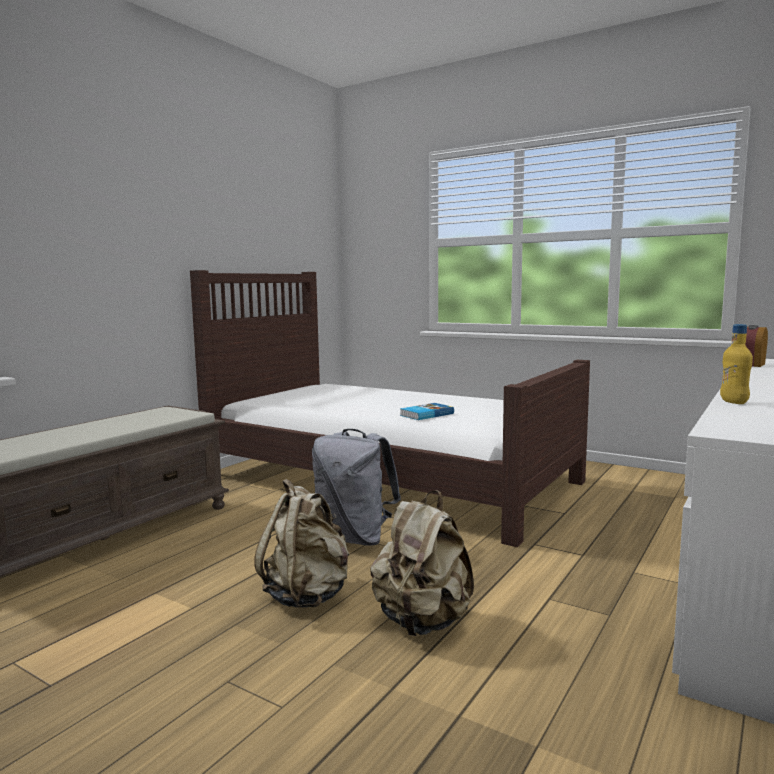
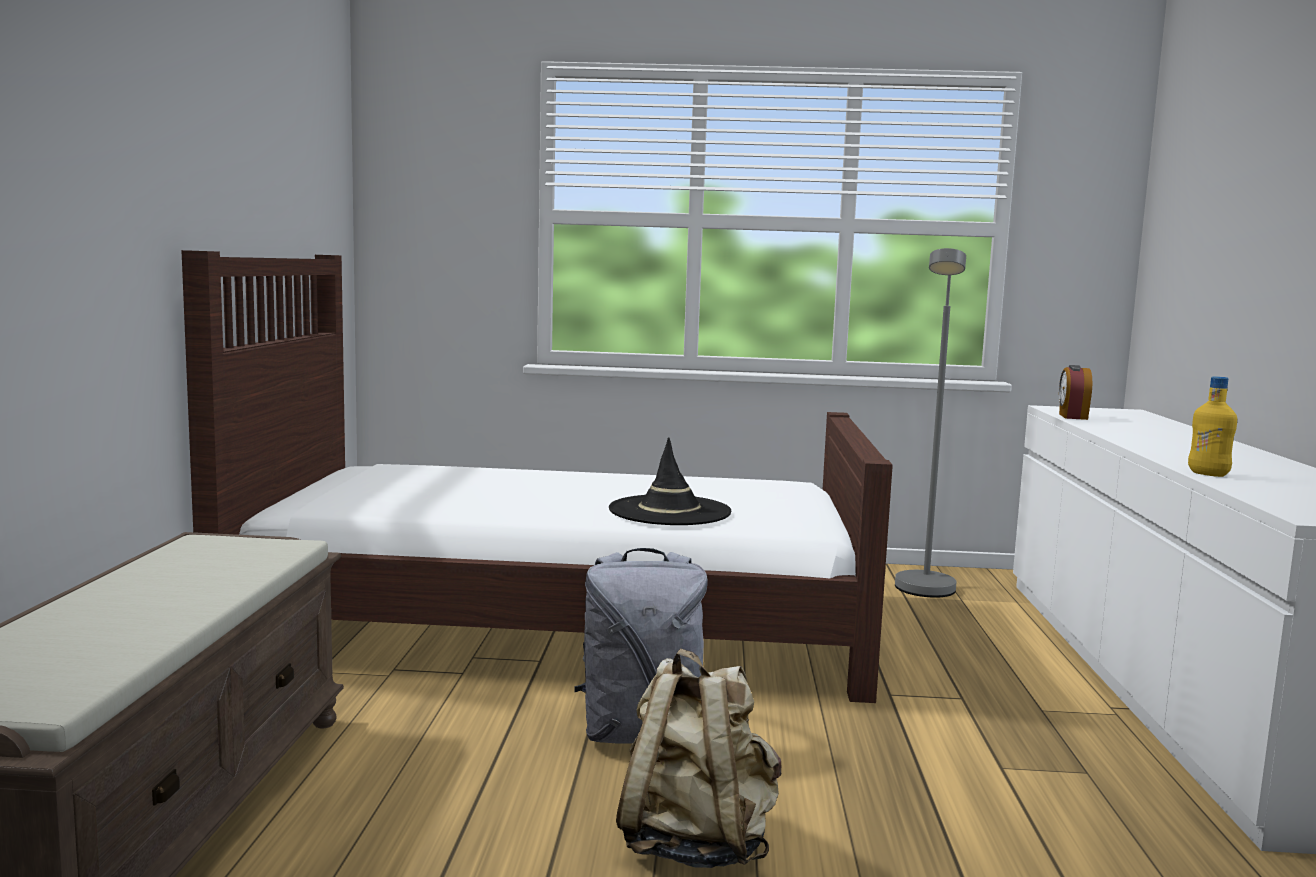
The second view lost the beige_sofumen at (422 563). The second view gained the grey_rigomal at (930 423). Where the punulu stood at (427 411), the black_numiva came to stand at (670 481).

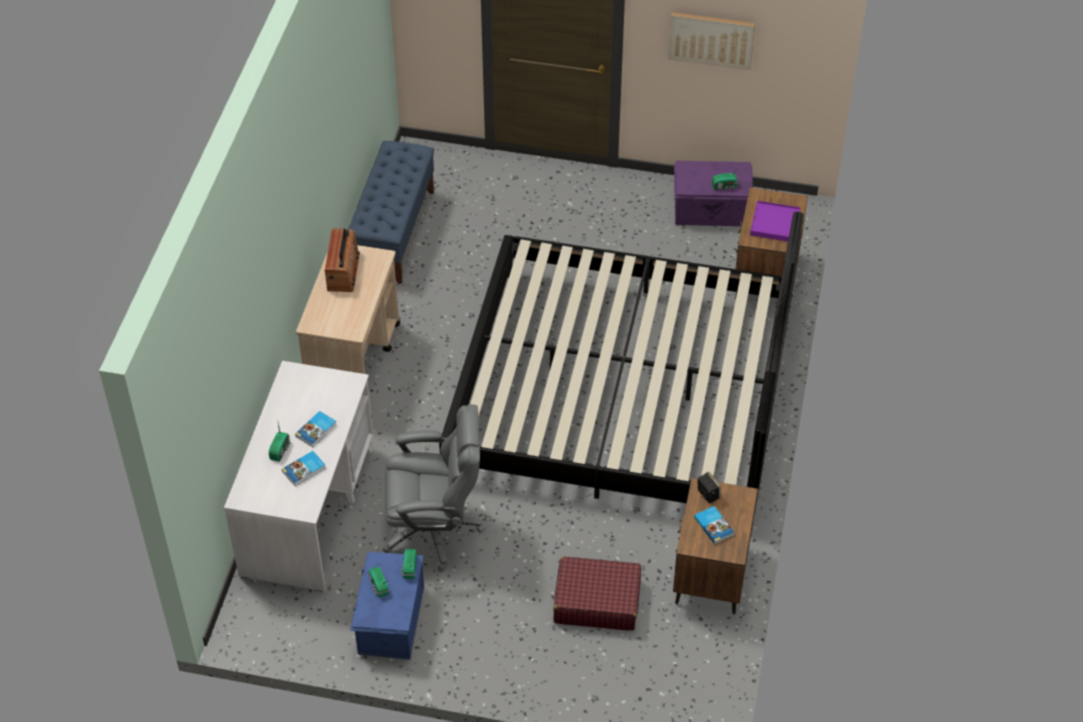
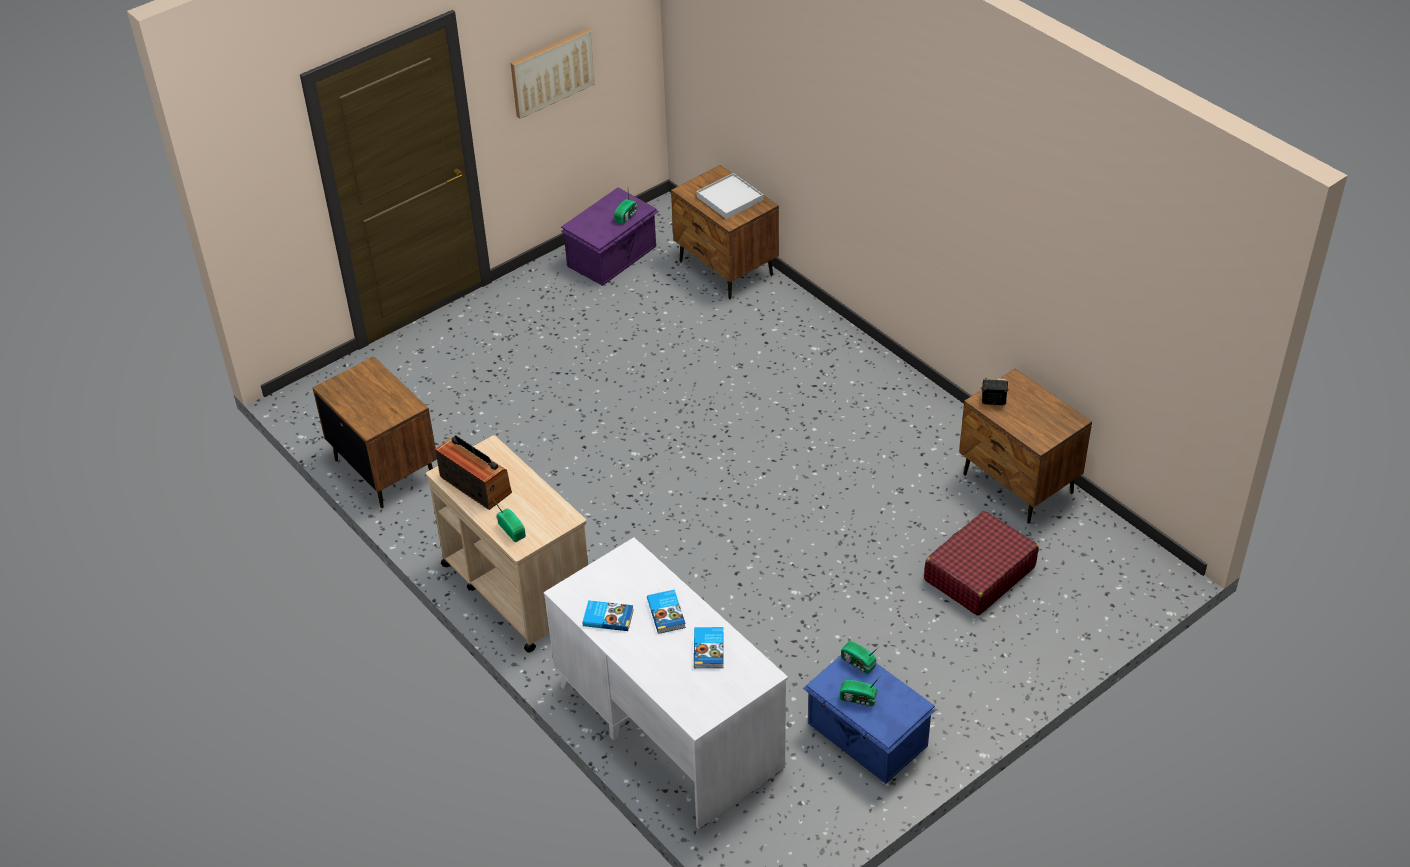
The second view lost the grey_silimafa at (434 487). The second view lost the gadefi at (621 363). The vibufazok ended up elsewhere, having gone from (279 440) to (509 520). The punulu ended up elsewhere, having gone from (714 525) to (608 615). Where the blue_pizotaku stood at (391 212), the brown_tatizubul came to stand at (375 432). What was the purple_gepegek at (775 221) turned into the white_gepegek at (729 196).

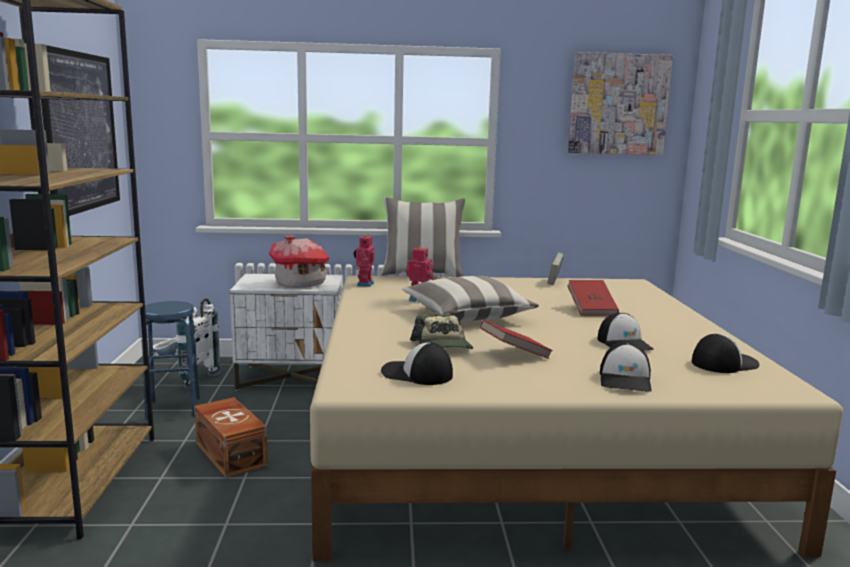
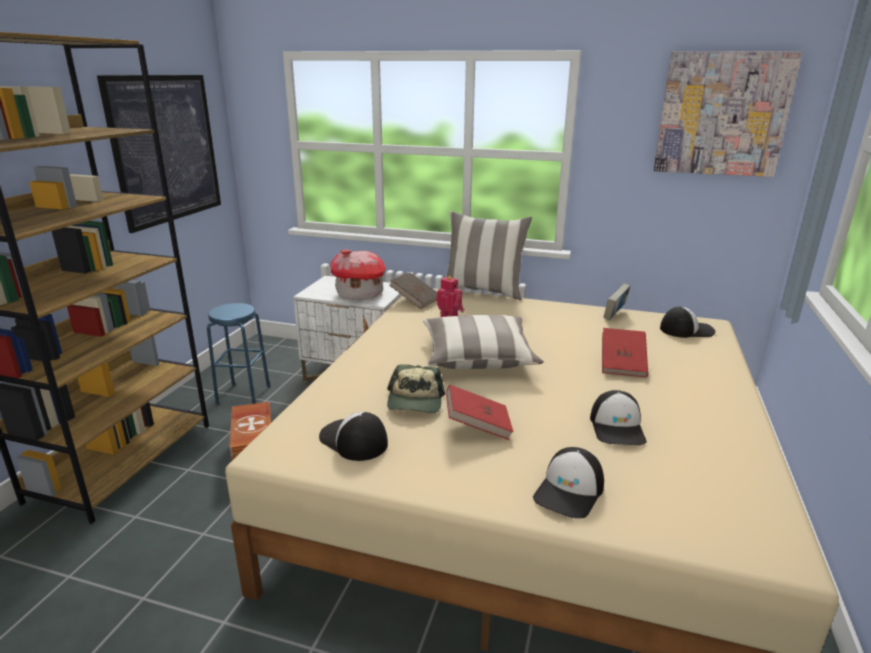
The second view lost the white_sofumen at (187 343). The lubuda ended up elsewhere, having gone from (726 353) to (688 322). Where the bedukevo stood at (364 260), the brown_punulu came to stand at (413 290).

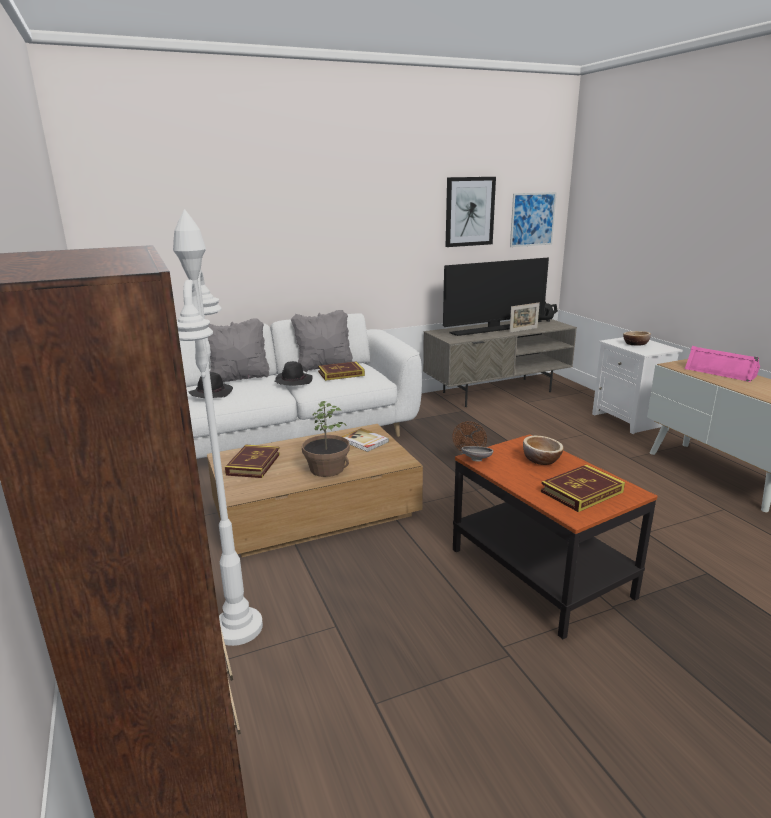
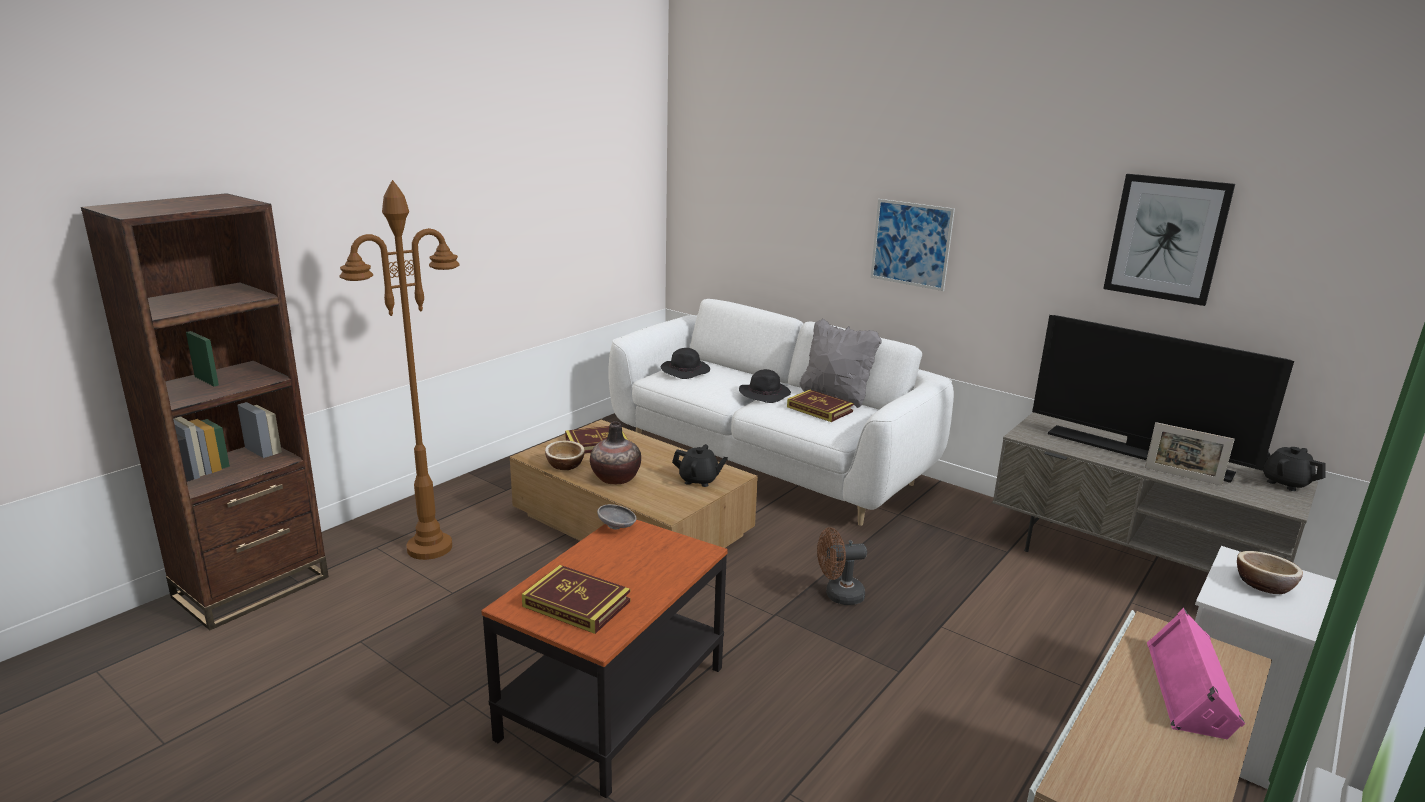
The second view lost the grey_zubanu at (239 350). The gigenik ended up elsewhere, having gone from (533 219) to (913 245). The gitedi ended up elsewhere, having gone from (543 450) to (565 455). Where the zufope stood at (326 439), the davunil came to stand at (615 453). Where the punulu stood at (365 440), the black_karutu came to stand at (700 465). What was the white_rigomal at (218 427) turned into the brown_rigomal at (400 370).

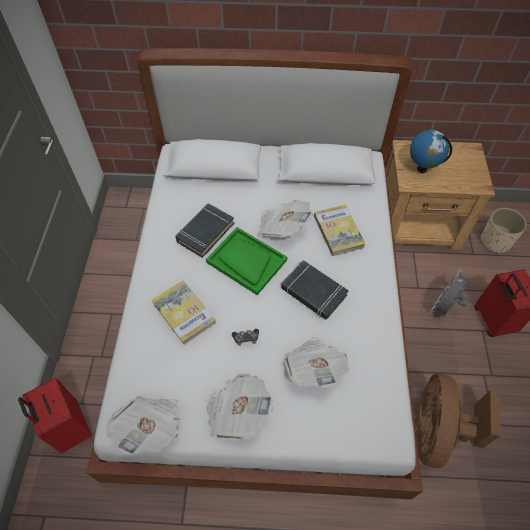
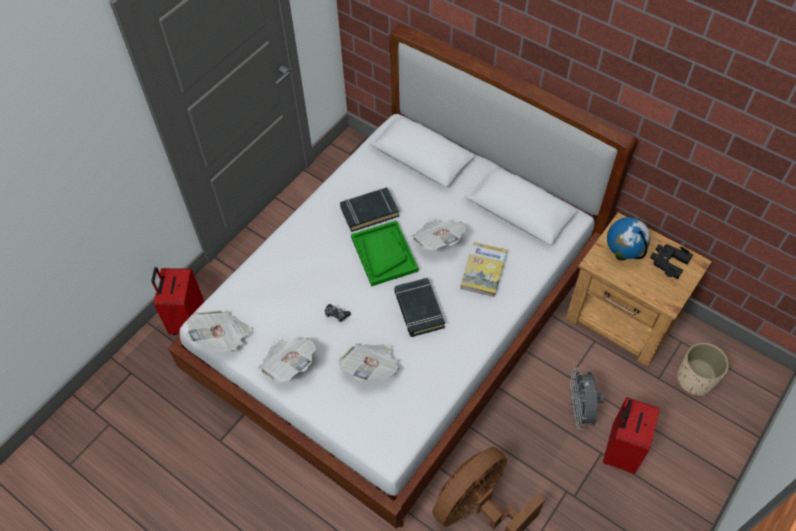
The second view lost the punulu at (183 312). The second view gained the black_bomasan at (671 261). The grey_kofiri at (450 293) ended up facing another way, 75 degrees counterclockwise from before.

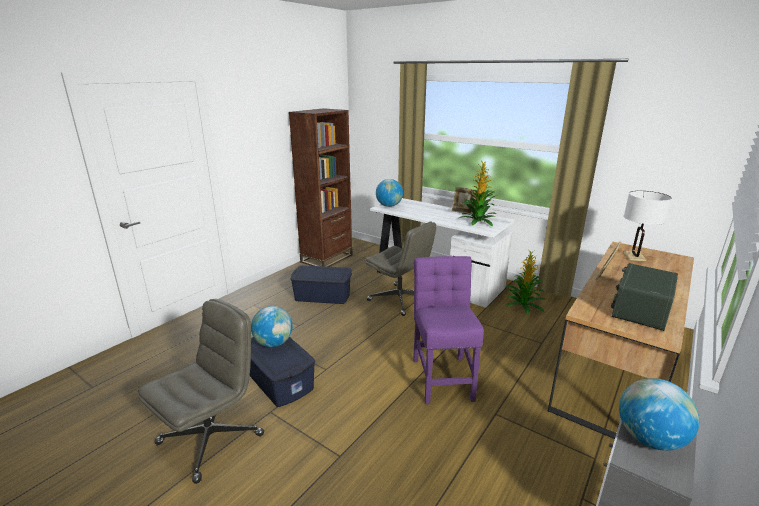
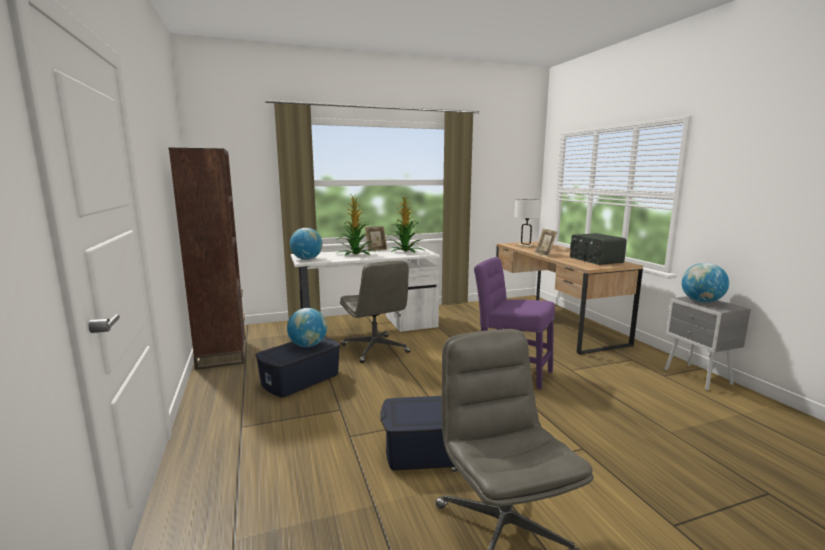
The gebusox ended up elsewhere, having gone from (272 326) to (307 327). The zufope ended up elsewhere, having gone from (525 282) to (356 225). The grey_silimafa at (401 269) ended up facing another way, 75 degrees clockwise from before.

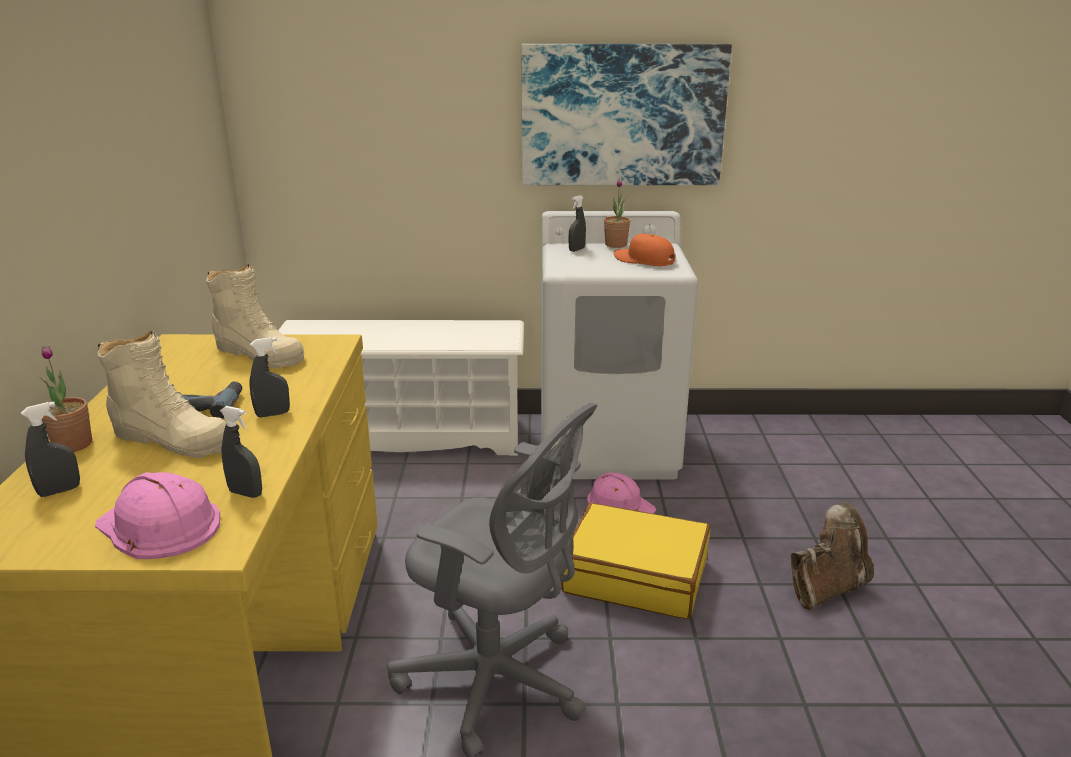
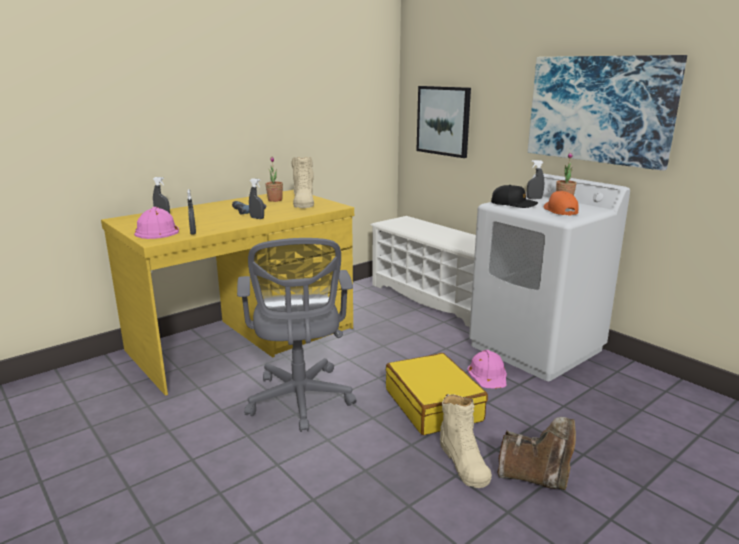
The second view gained the gigenik at (443 122). The second view gained the black_lubuda at (514 196). The zufope ended up elsewhere, having gone from (66 399) to (274 179). The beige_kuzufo ended up elsewhere, having gone from (162 394) to (466 441).

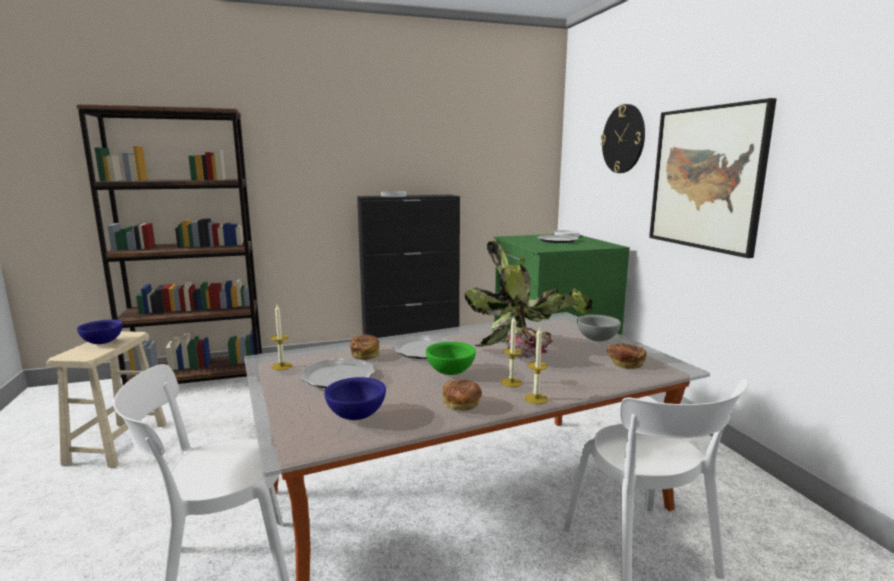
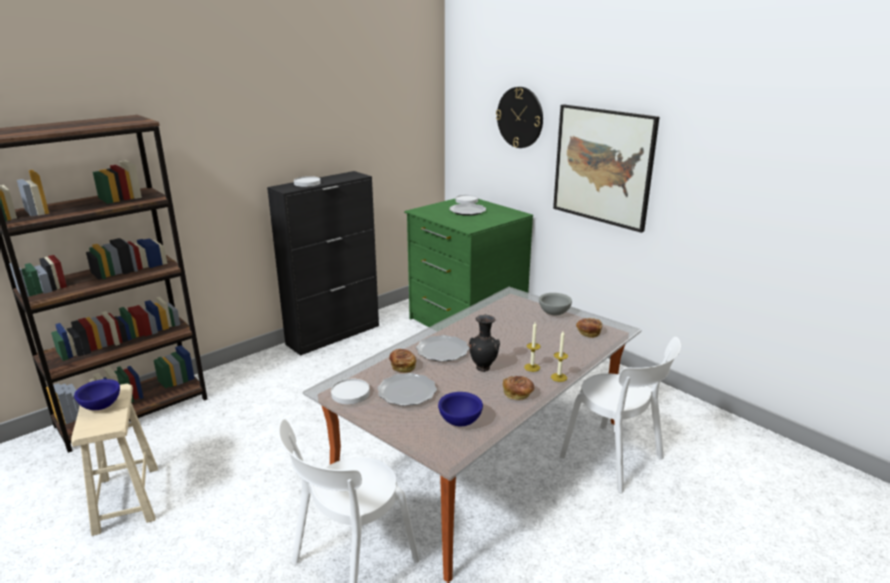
The second view lost the zufope at (528 300). Where the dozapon stood at (281 338), the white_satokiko came to stand at (350 391). Where the green_gitedi stood at (451 358), the black_davunil came to stand at (484 343).

